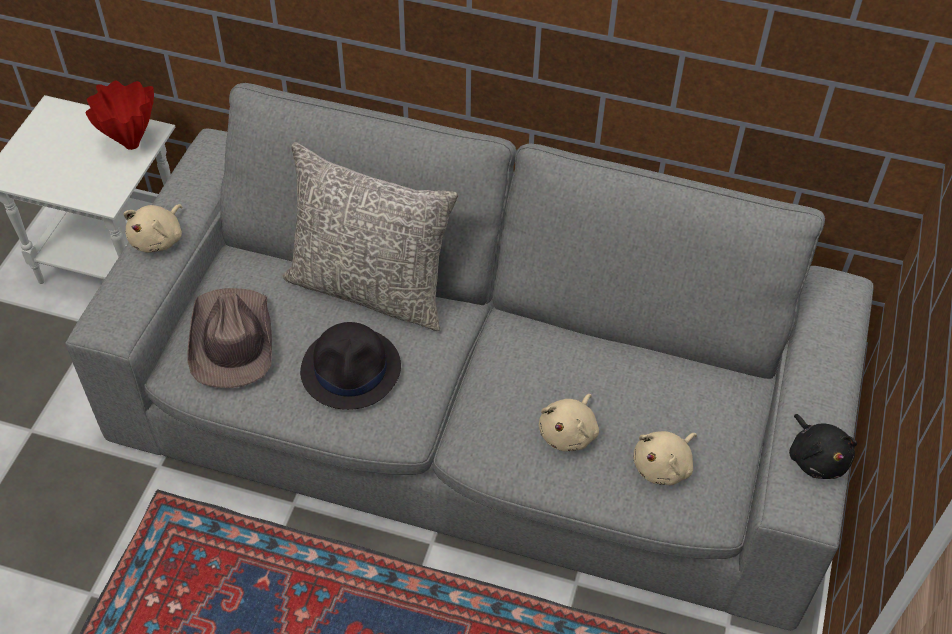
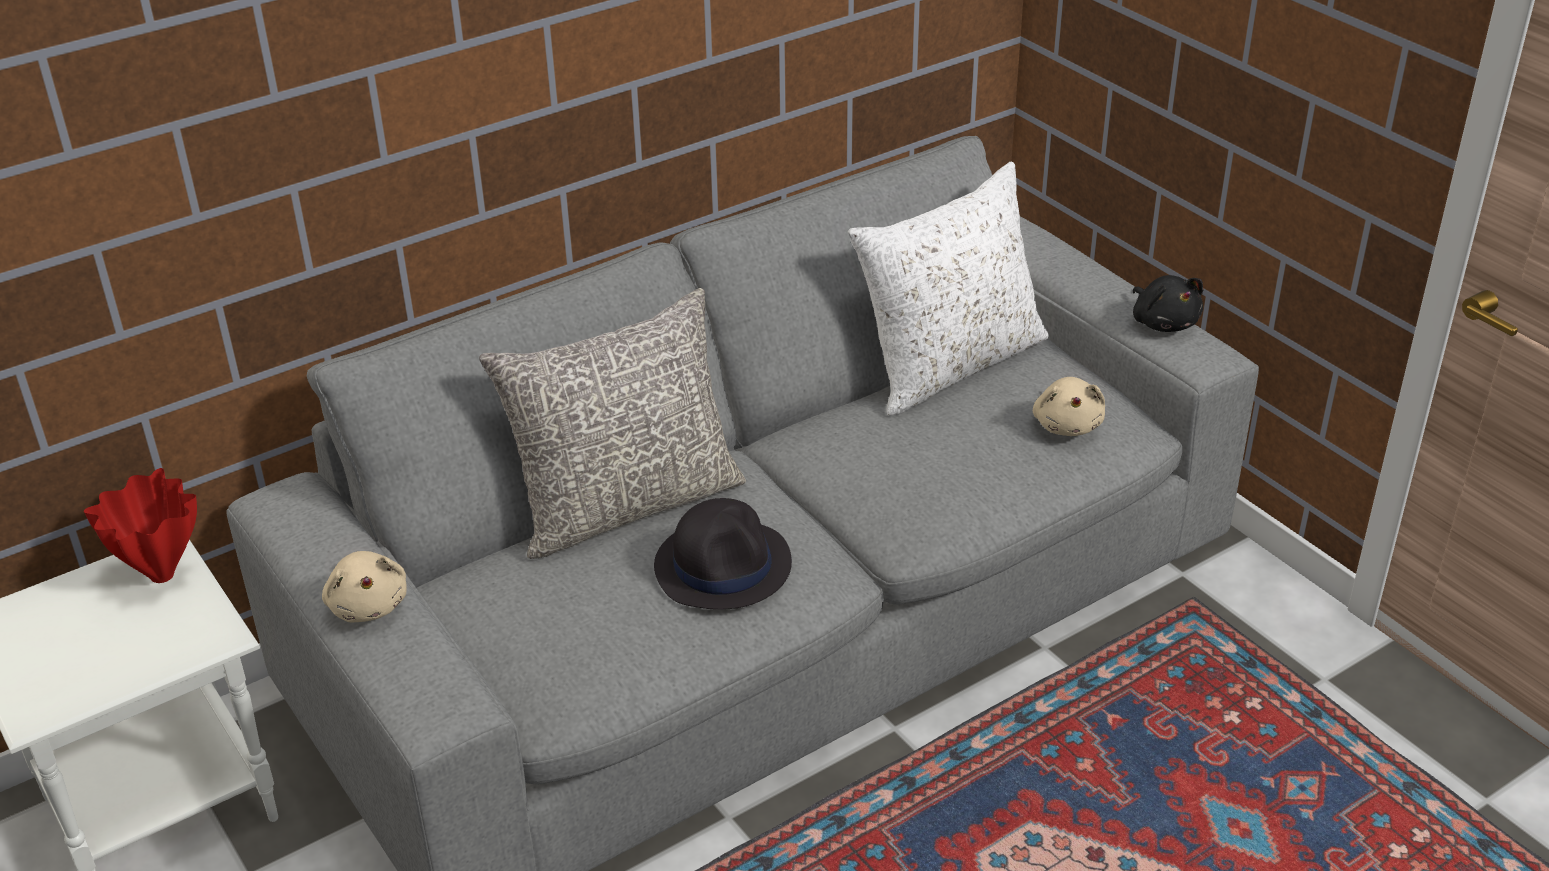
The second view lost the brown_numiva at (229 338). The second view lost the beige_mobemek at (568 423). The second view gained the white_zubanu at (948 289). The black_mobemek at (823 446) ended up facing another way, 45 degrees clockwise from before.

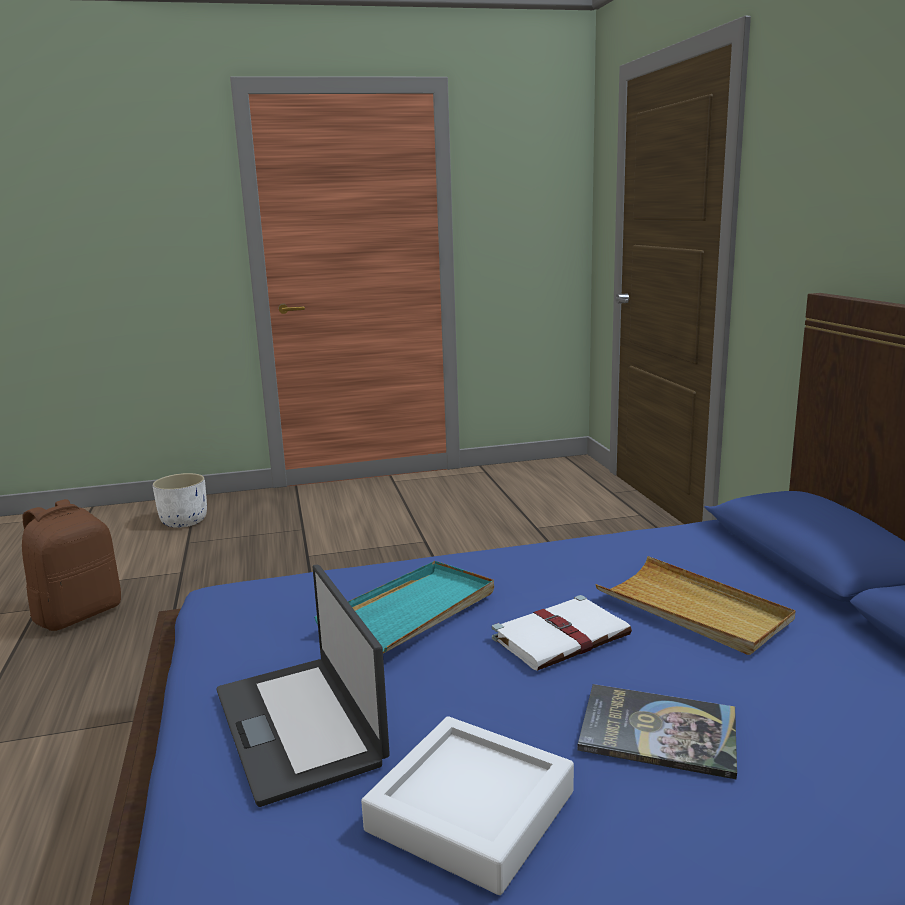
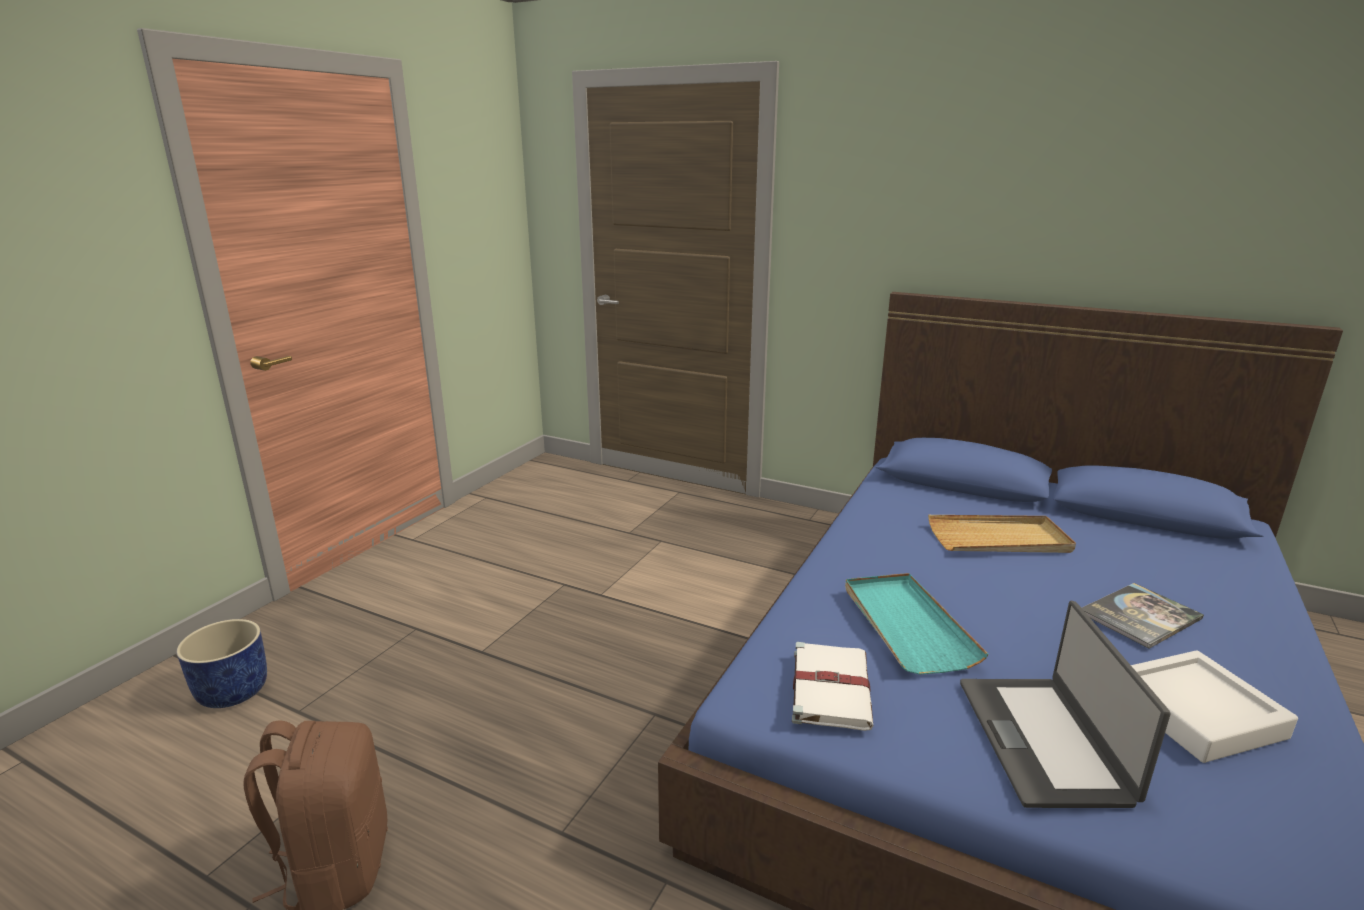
The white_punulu ended up elsewhere, having gone from (562 633) to (832 686). What was the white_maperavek at (179 500) turned into the blue_maperavek at (221 663). The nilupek at (303 686) ended up facing another way, 75 degrees clockwise from before.

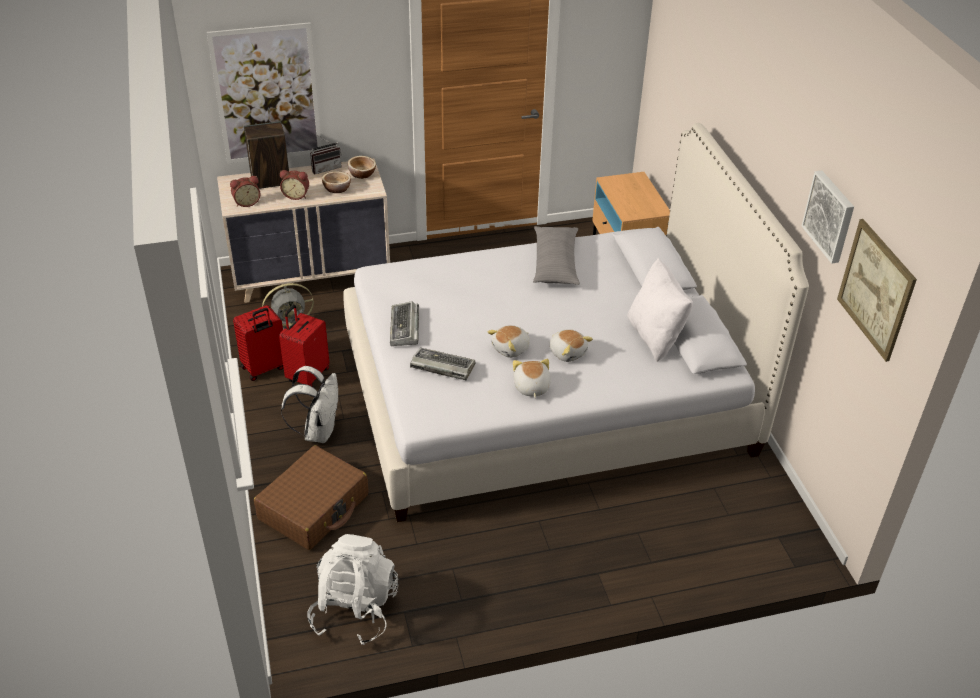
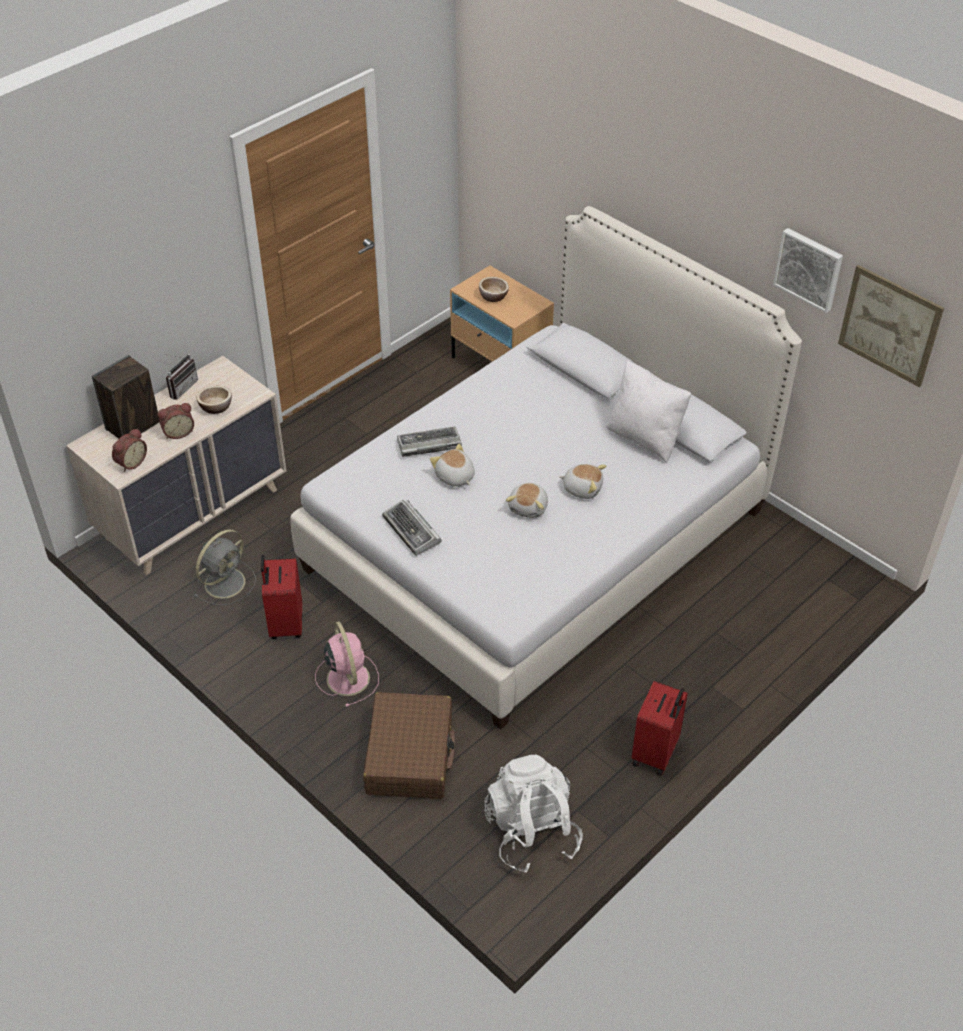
The second view lost the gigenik at (264 93). The second view lost the grey_zubanu at (556 255). The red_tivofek ended up elsewhere, having gone from (258 343) to (660 728). The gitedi ended up elsewhere, having gone from (362 167) to (494 289). The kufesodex ended up elsewhere, having gone from (442 364) to (429 441). The mobemek ended up elsewhere, having gone from (532 378) to (452 465). Where the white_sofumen stood at (309 404), the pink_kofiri came to stand at (347 664).

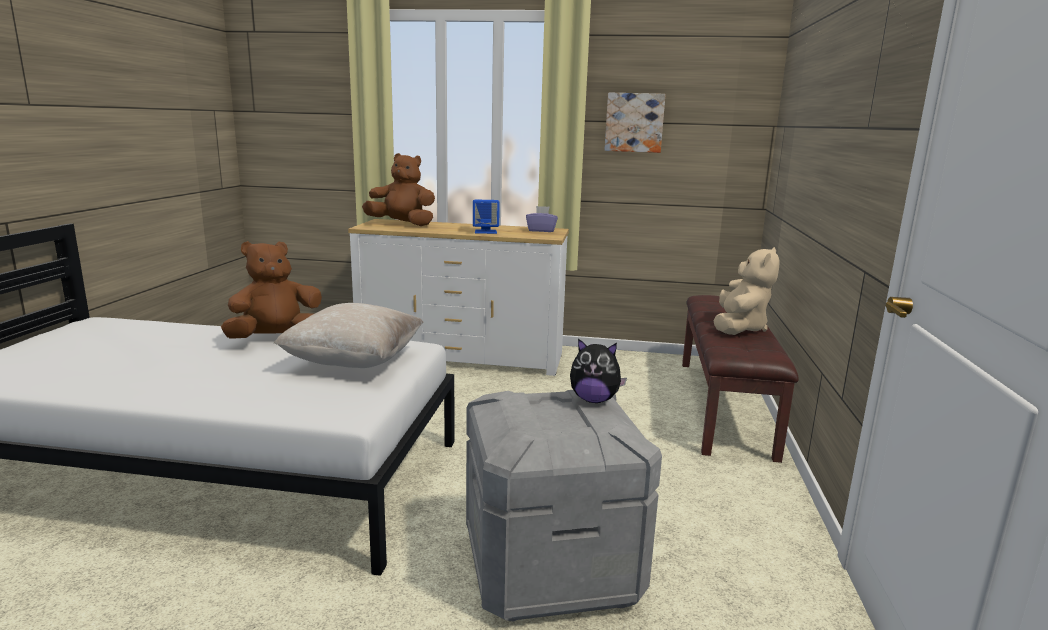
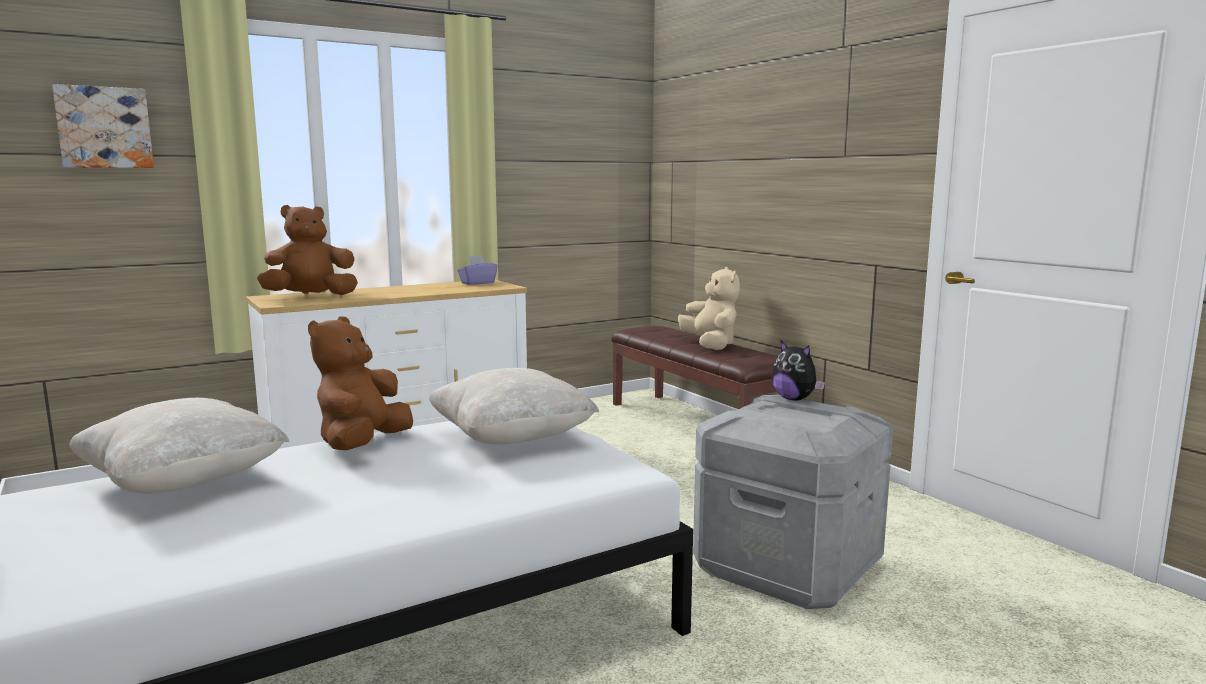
The second view lost the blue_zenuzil at (486 216). The second view gained the beige_zubanu at (179 446). The gigenik ended up elsewhere, having gone from (635 123) to (103 126). The mobemek at (598 371) ended up facing another way, 75 degrees clockwise from before.

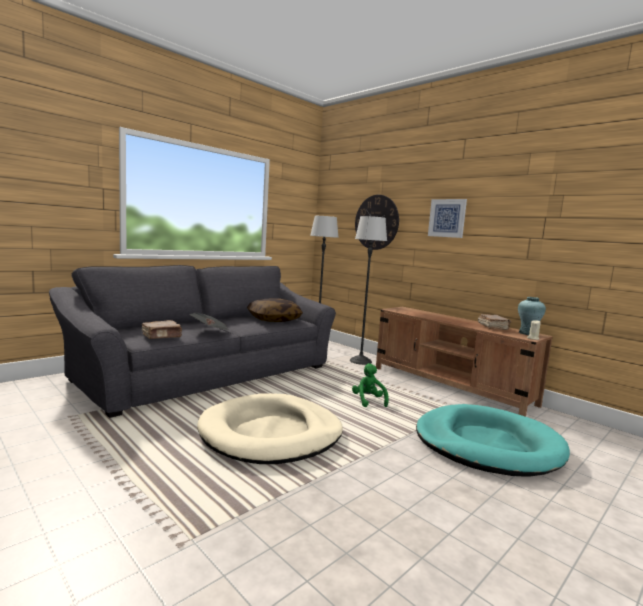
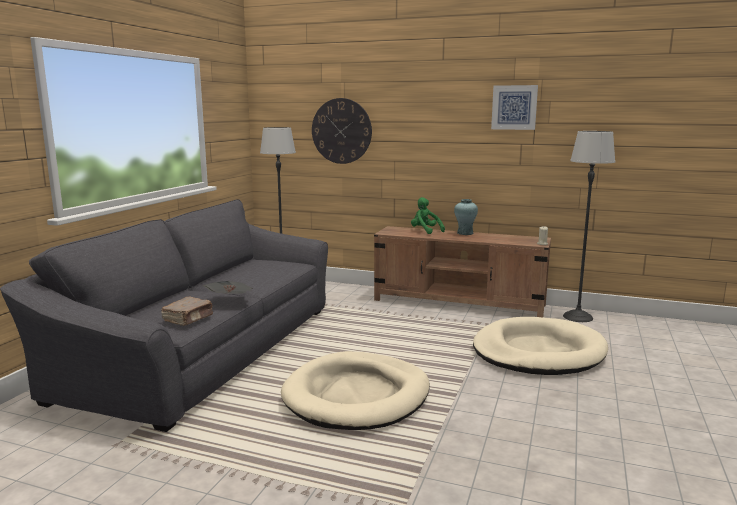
The second view lost the zubanu at (275 310). The second view lost the brown_punulu at (495 322). The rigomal ended up elsewhere, having gone from (368 290) to (589 226). The green_mobemek ended up elsewhere, having gone from (370 385) to (428 215). The gigenik ended up elsewhere, having gone from (447 218) to (514 107). The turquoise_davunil ended up elsewhere, having gone from (532 316) to (466 217). What was the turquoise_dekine at (493 440) turned into the beige_dekine at (540 346).

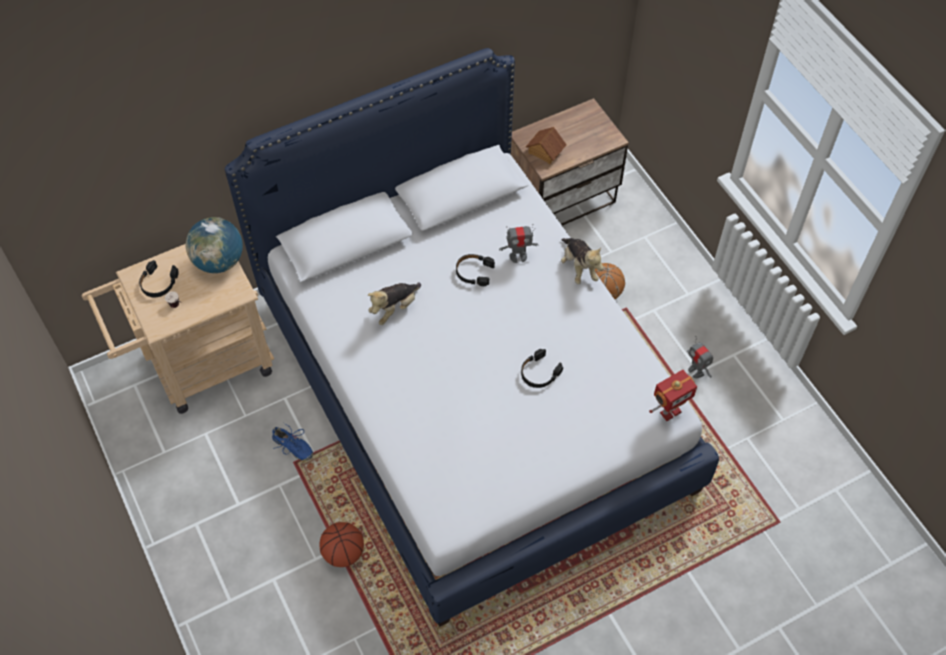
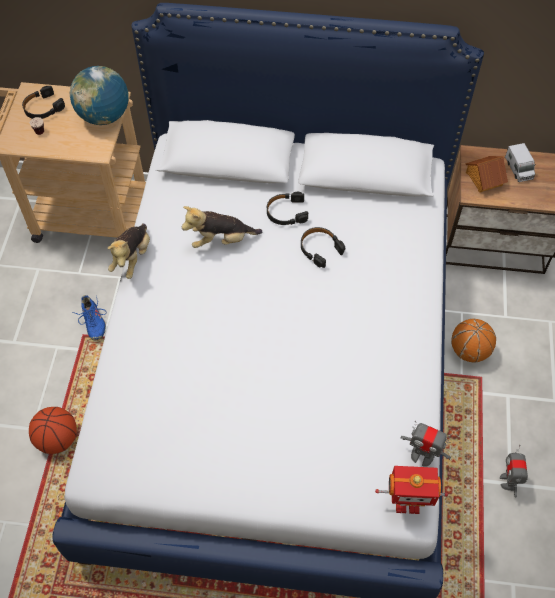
The second view gained the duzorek at (520 162). The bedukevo ended up elsewhere, having gone from (518 243) to (426 444). The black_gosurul ended up elsewhere, having gone from (542 368) to (287 208). The mobemek ended up elsewhere, having gone from (582 261) to (129 251).

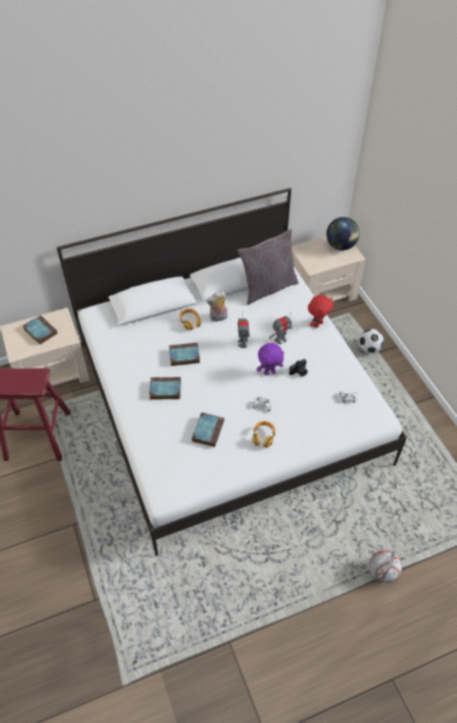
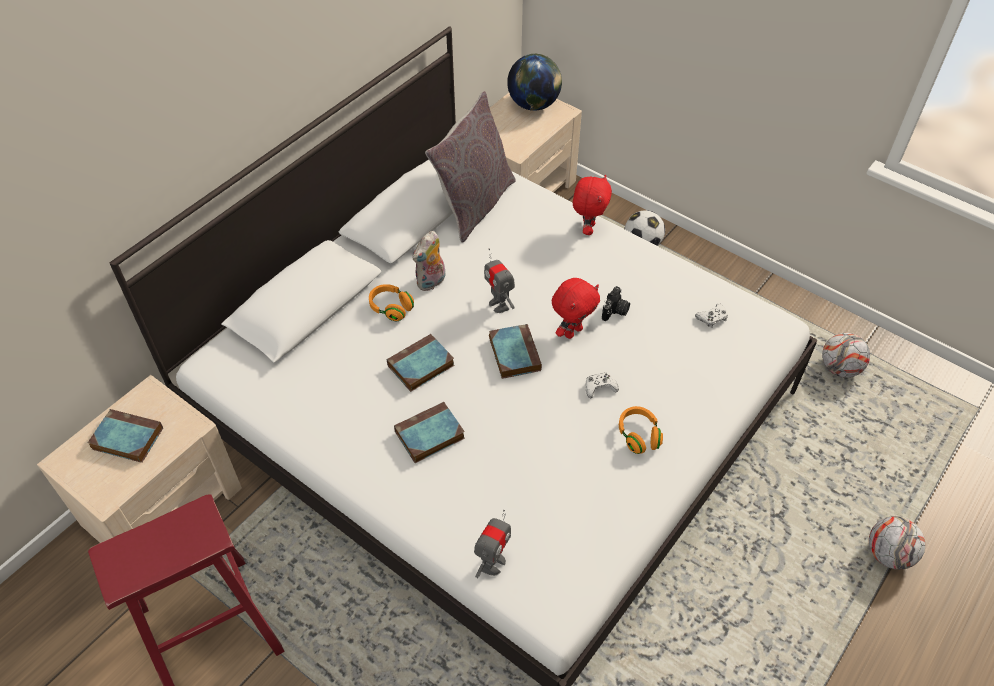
The second view gained the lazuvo at (846 355). The punulu ended up elsewhere, having gone from (208 429) to (515 351). The bedukevo ended up elsewhere, having gone from (280 328) to (492 544). What was the purple_mobemek at (270 359) turned into the red_mobemek at (576 308).

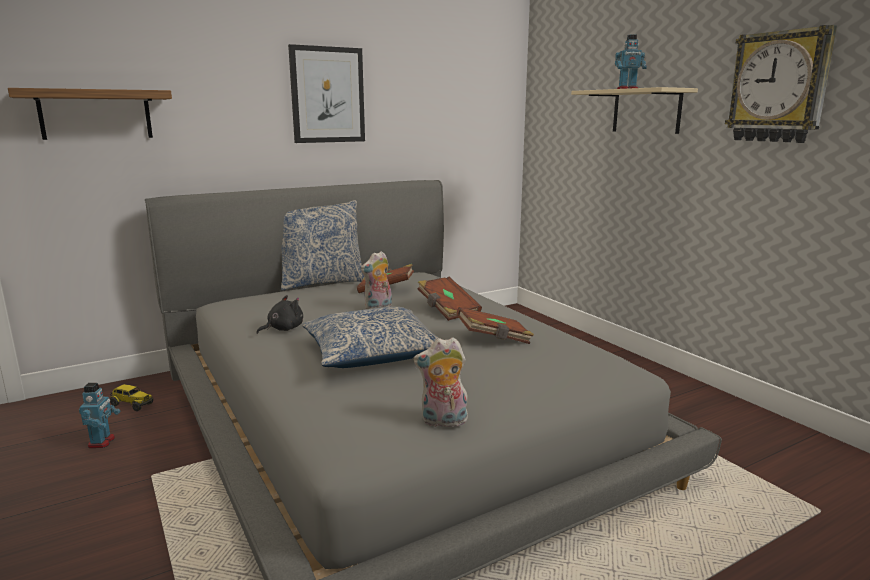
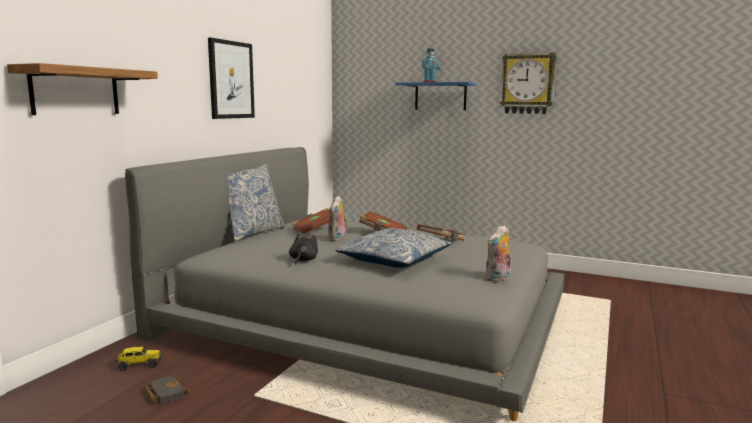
Where the bedukevo stood at (99 415), the black_punulu came to stand at (167 390). What was the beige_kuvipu at (634 110) turned into the blue_kuvipu at (436 96).

